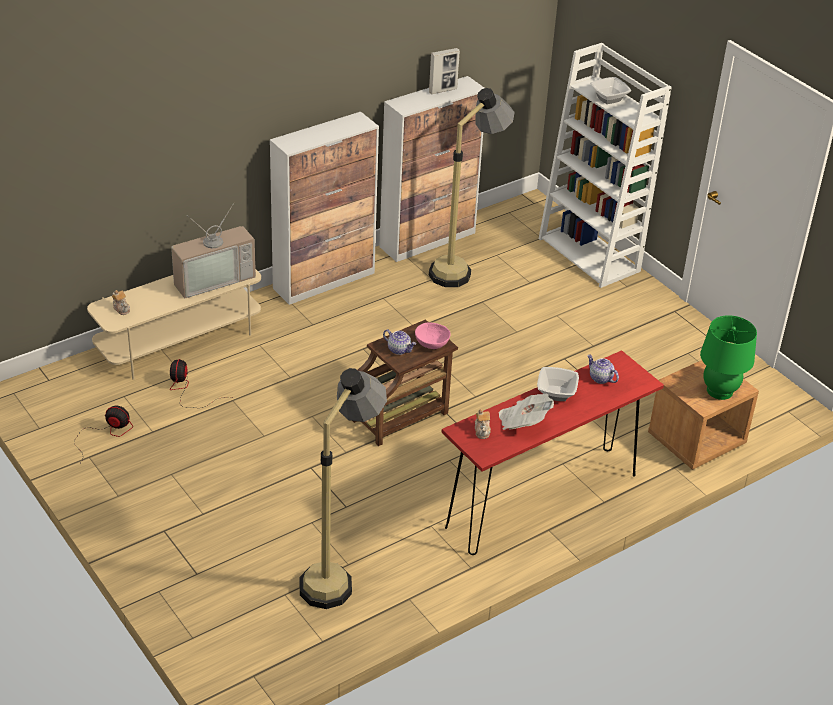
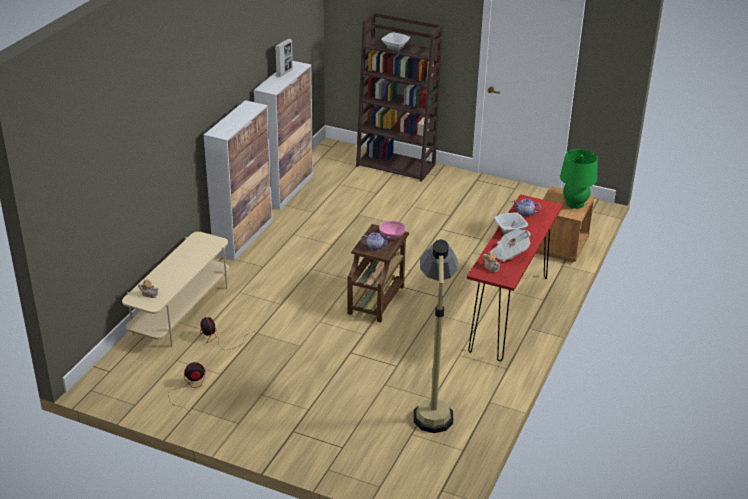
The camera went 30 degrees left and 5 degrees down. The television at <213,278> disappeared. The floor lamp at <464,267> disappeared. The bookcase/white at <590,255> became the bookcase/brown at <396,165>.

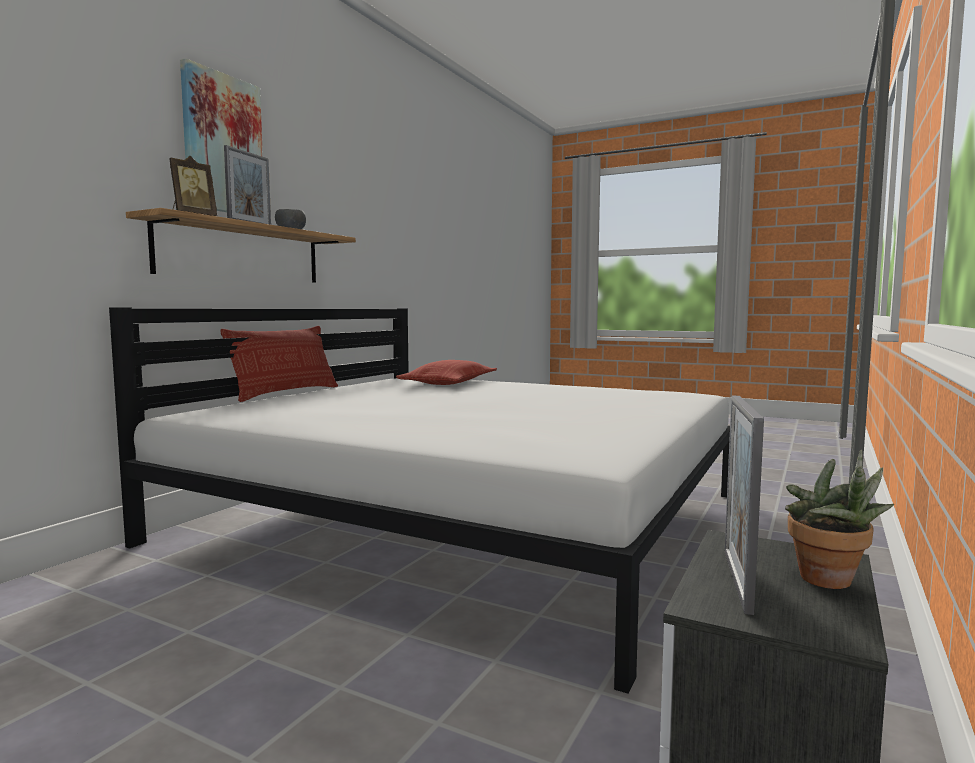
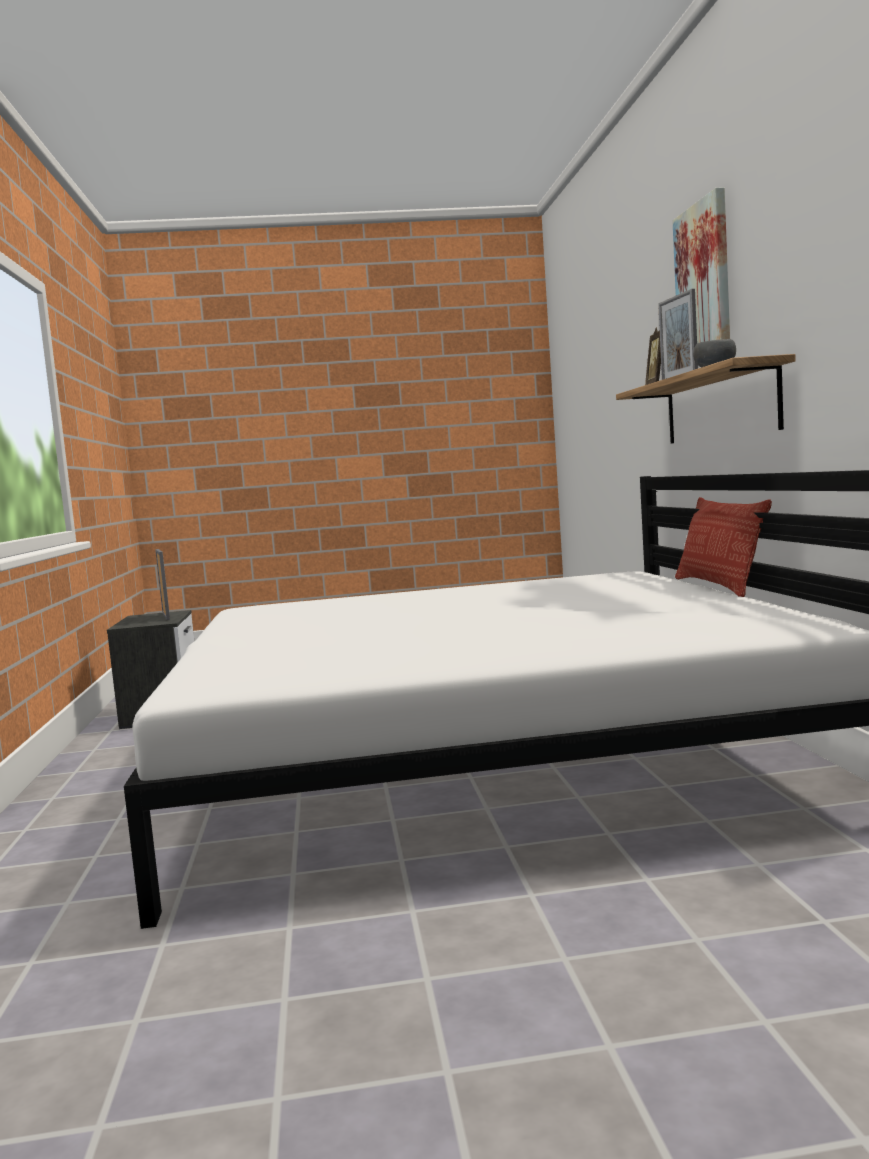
The camera went 145 degrees right and 0 degrees up. The pillow at <449,383> disappeared. The potted plant at <831,582> disappeared.

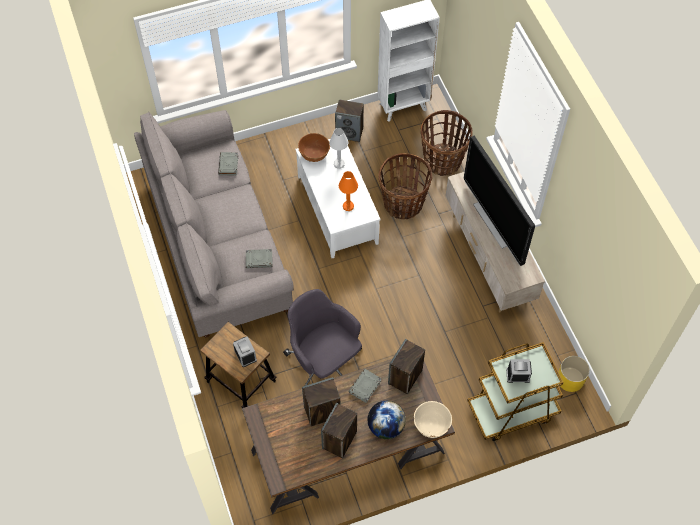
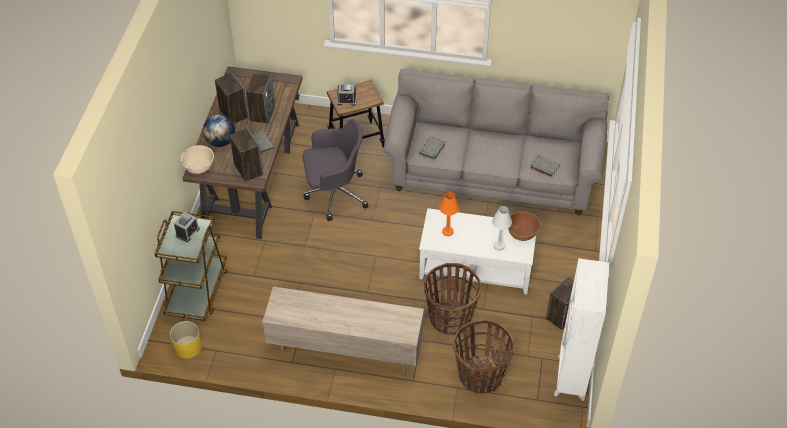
The camera went 120 degrees right and 10 degrees down. The television at <495,223> disappeared.

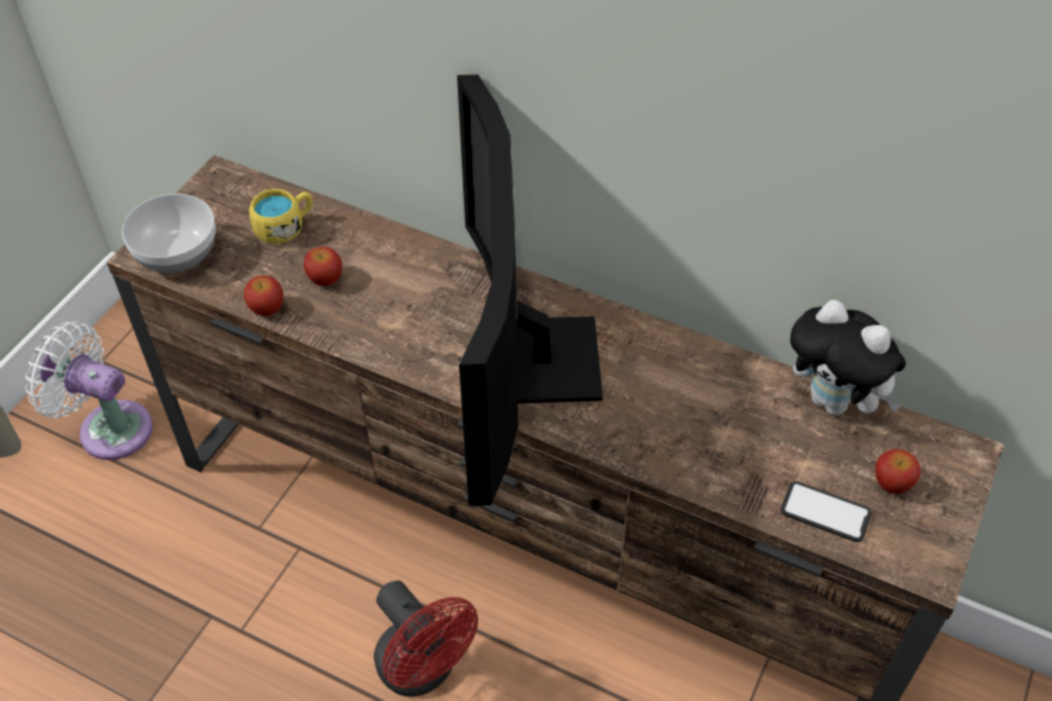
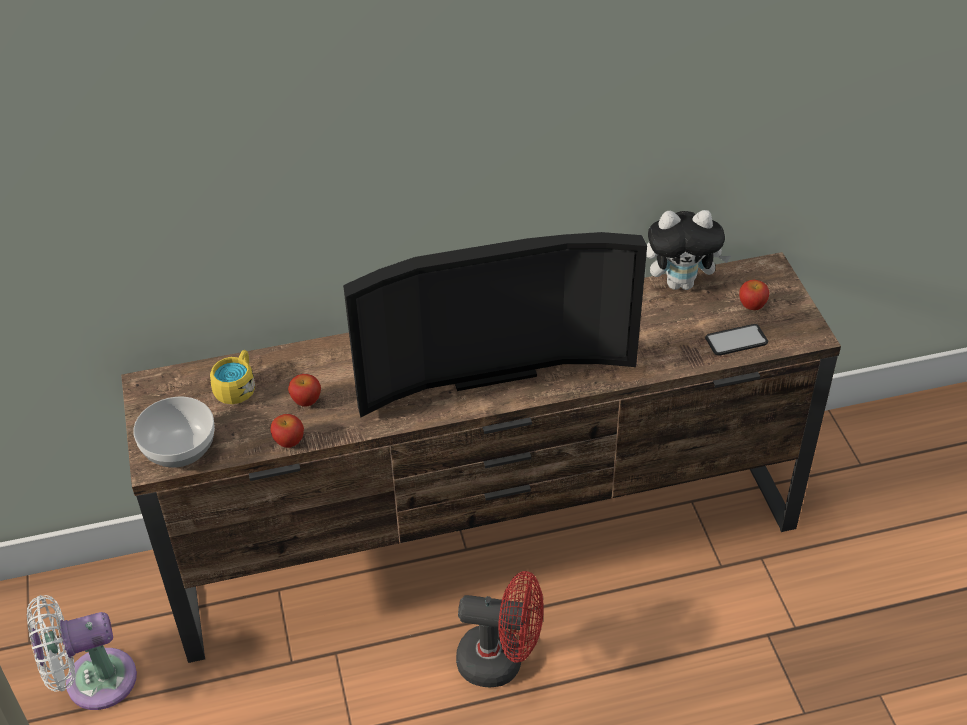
The camera went 40 degrees left and 5 degrees down. The television at <525,359> turned 60 degrees counterclockwise.

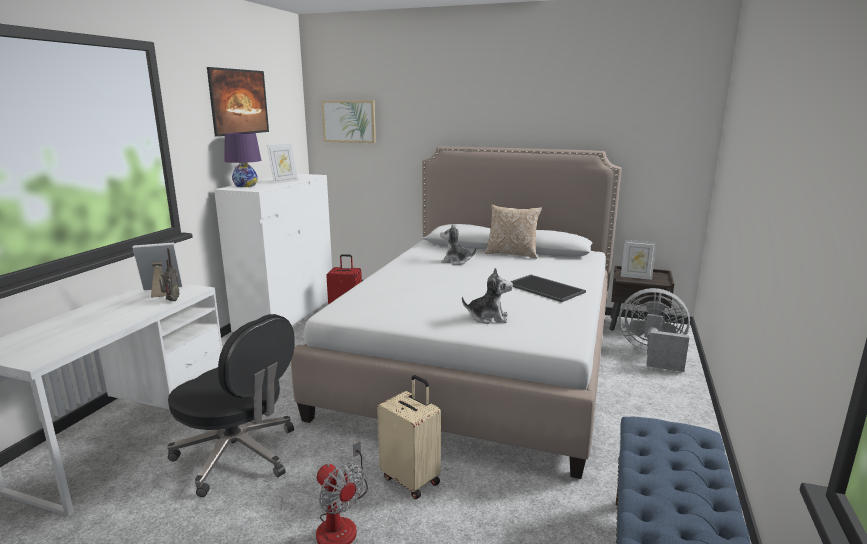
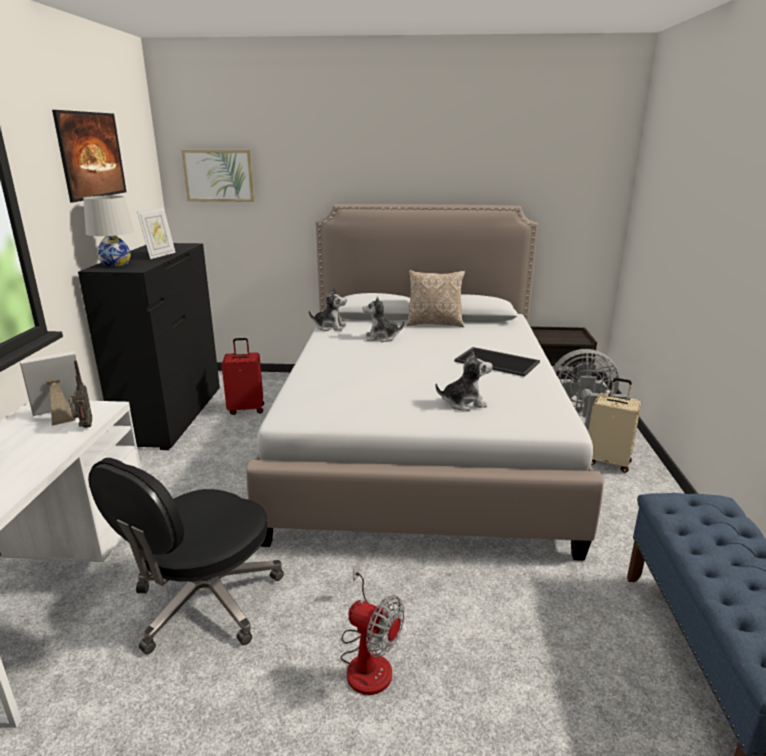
The camera went 15 degrees left and 5 degrees up. The office chair/black at <239,455> turned 105 degrees clockwise. The dresser/white at <286,315> became the dresser/black at <172,416>. The table lamp/purple at <245,185> became the table lamp/white at <115,264>. The suitcase/beige moved from <411,479> to <608,461>. The picture frame at <636,277> disappeared. The plush toy at <330,327> appeared.

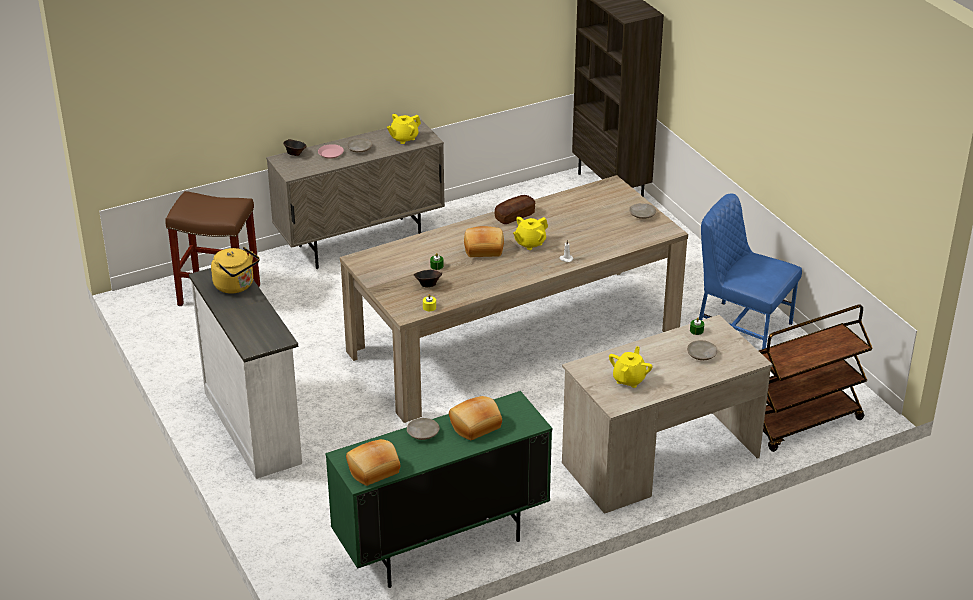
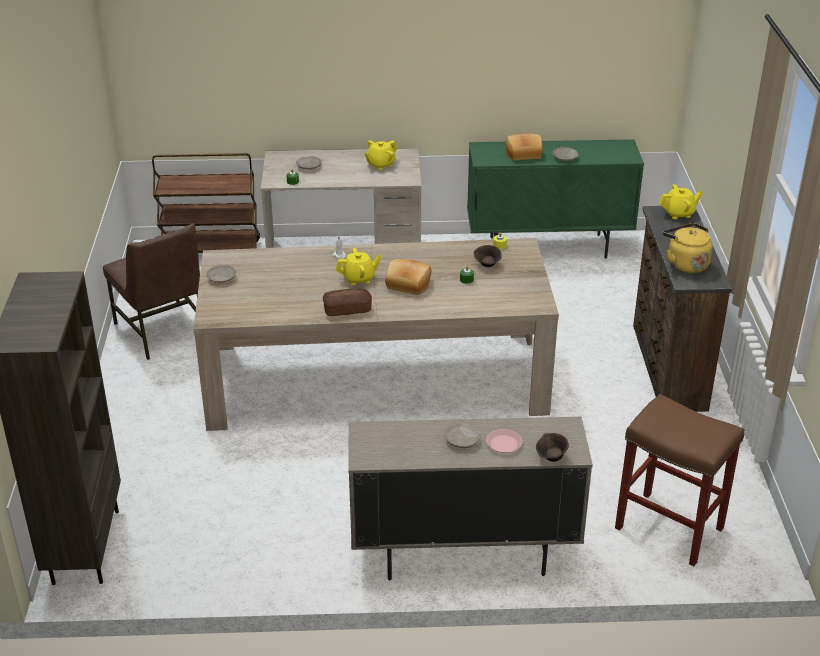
The camera went 155 degrees left and 0 degrees up. The dresser/white at <254,426> became the dresser/brown at <667,367>. The bread at <374,470> disappeared. The teapot/yellow moved from <403,138> to <679,213>. The chair/blue at <741,328> became the chair/brown at <162,331>.

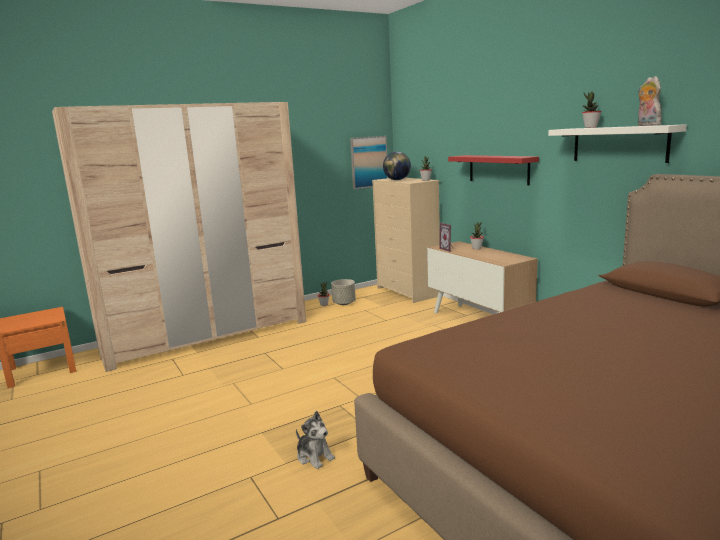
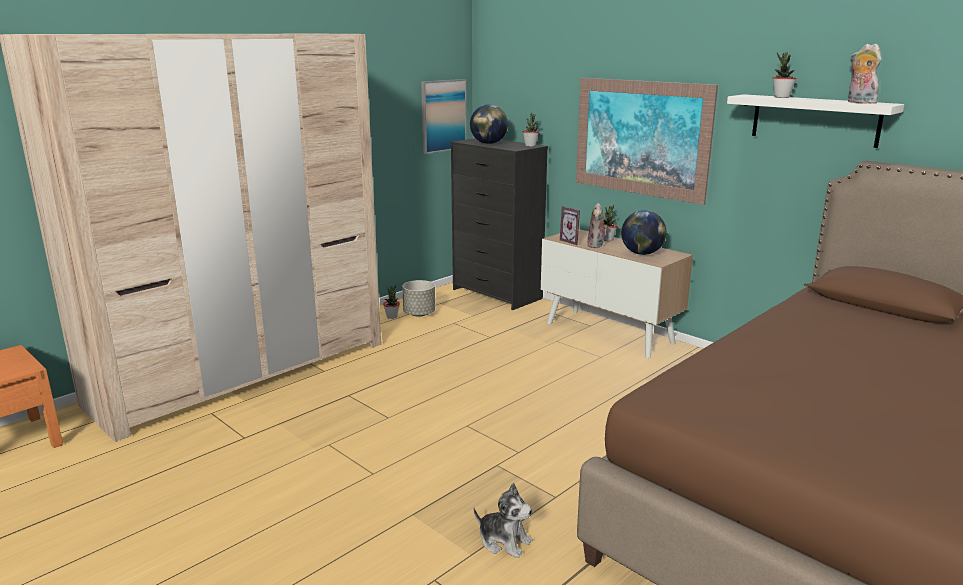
The camera went 15 degrees left and 5 degrees up. The dresser/beige at <408,292> became the dresser/black at <497,294>. The shelf/red at <498,169> was replaced by the picture at <641,138>. The plush toy at <596,246> appeared. The globe at <642,253> appeared.

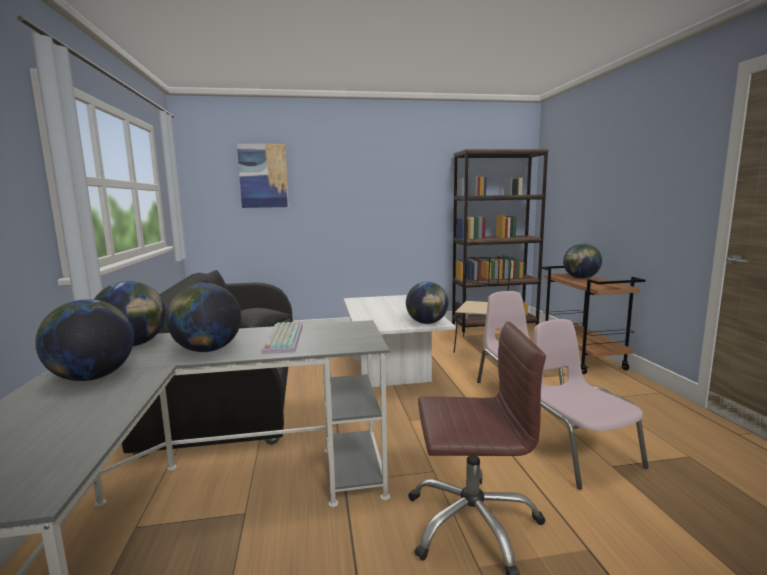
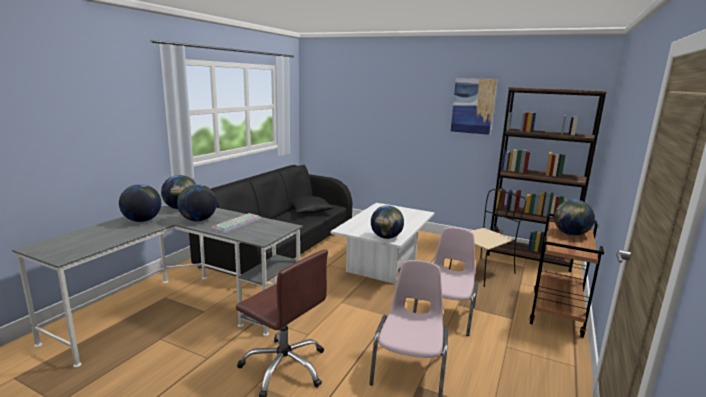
The camera went 35 degrees right and 5 degrees up. The picture moved from <263,176> to <473,106>.

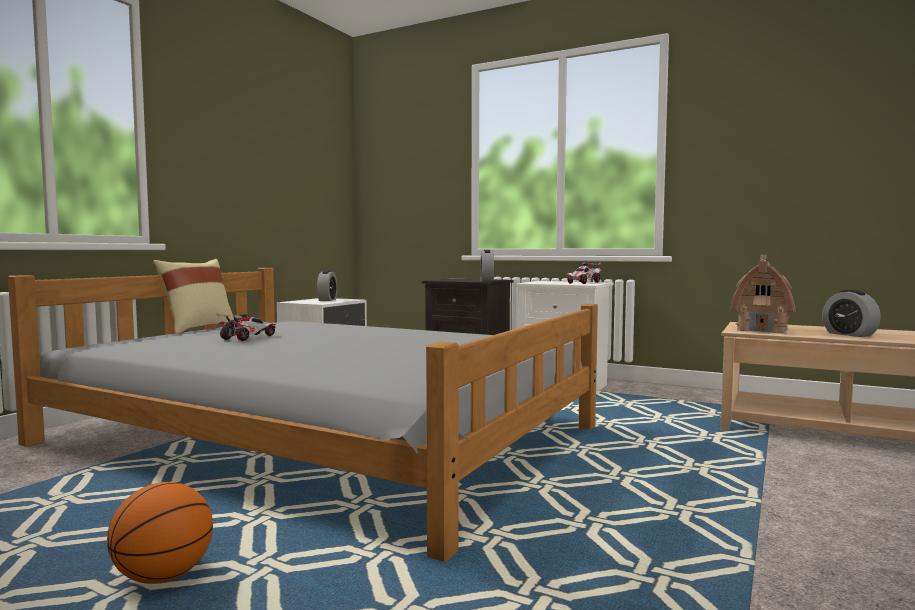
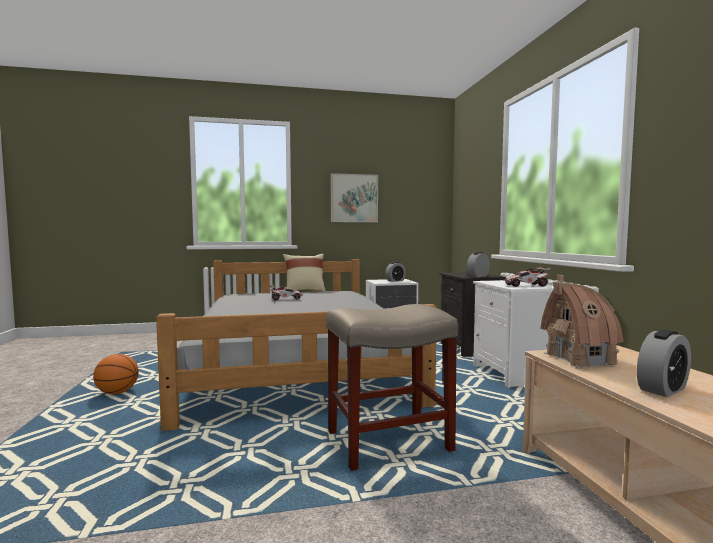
The camera went 50 degrees right and 0 degrees up. The alarm clock at <849,334> turned 150 degrees counterclockwise. The stool/beige at <387,441> appeared. The picture at <354,198> appeared.

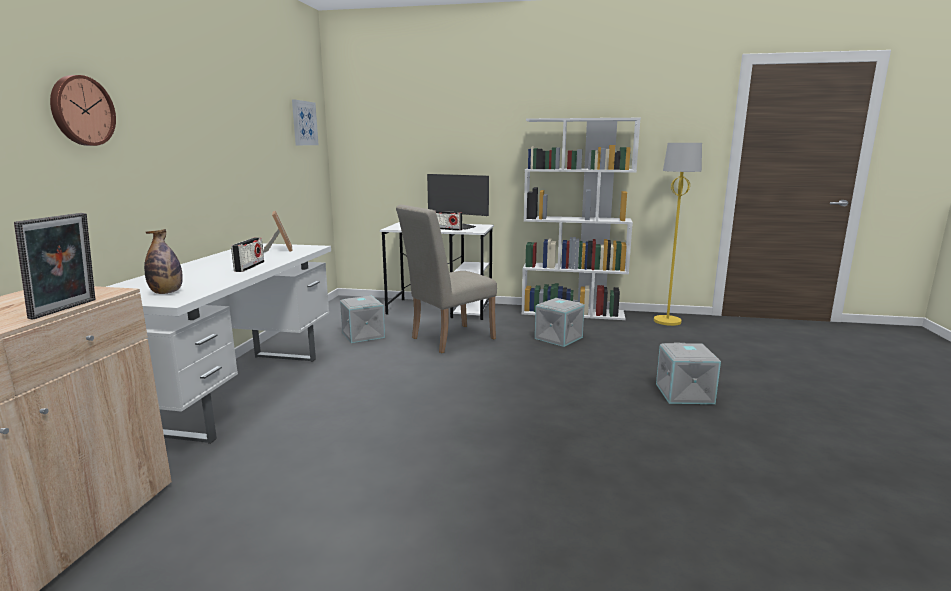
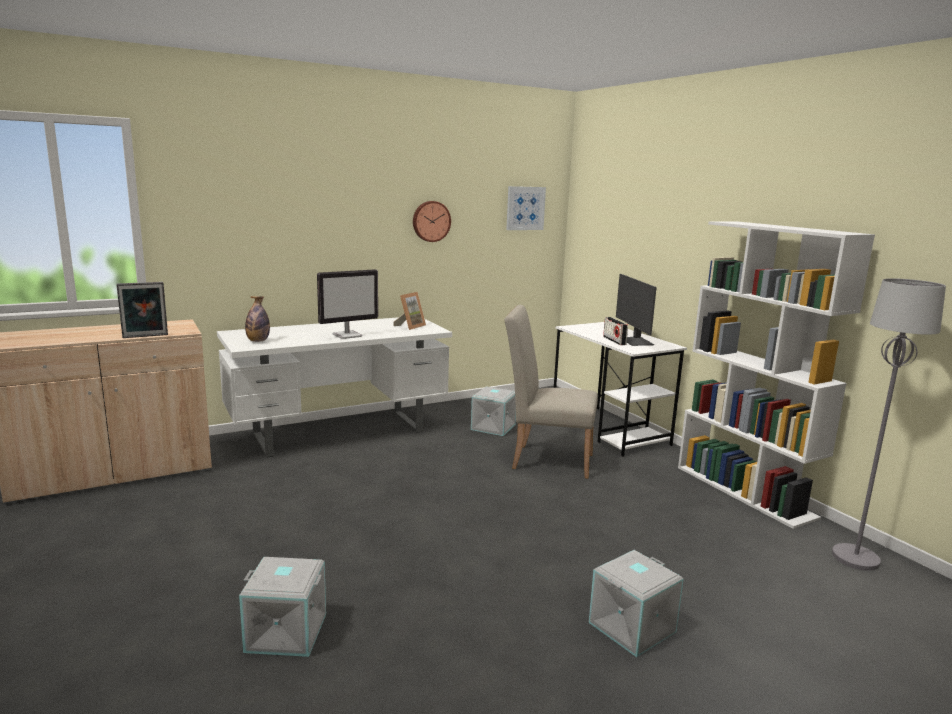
The camera went 50 degrees right and 0 degrees up. The wall clock moved from <81,111> to <431,221>. The radio at <249,267> was replaced by the monitor at <347,335>. The storage box/grey moved from <558,338> to <287,631>. The floor lamp/yellow at <667,321> became the floor lamp/grey at <856,558>.

